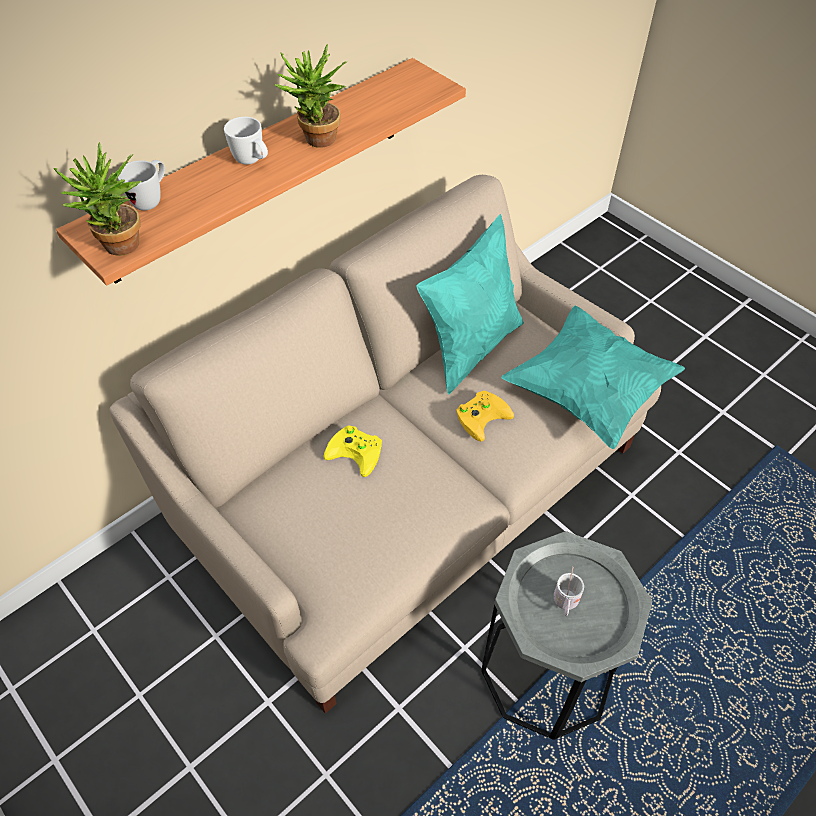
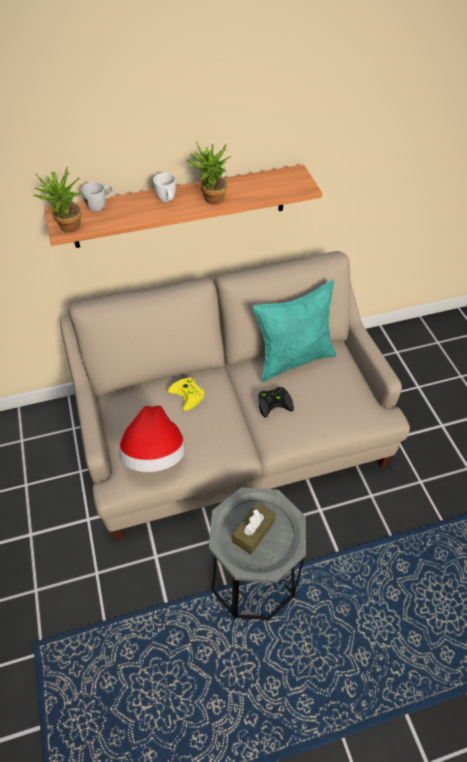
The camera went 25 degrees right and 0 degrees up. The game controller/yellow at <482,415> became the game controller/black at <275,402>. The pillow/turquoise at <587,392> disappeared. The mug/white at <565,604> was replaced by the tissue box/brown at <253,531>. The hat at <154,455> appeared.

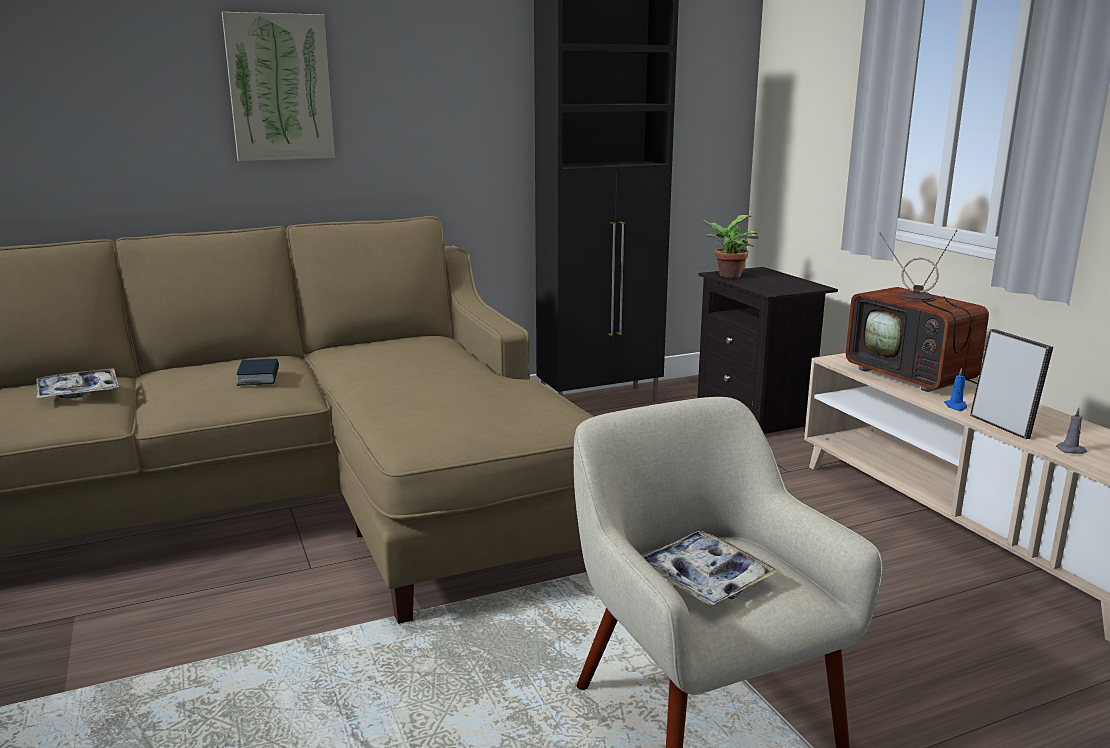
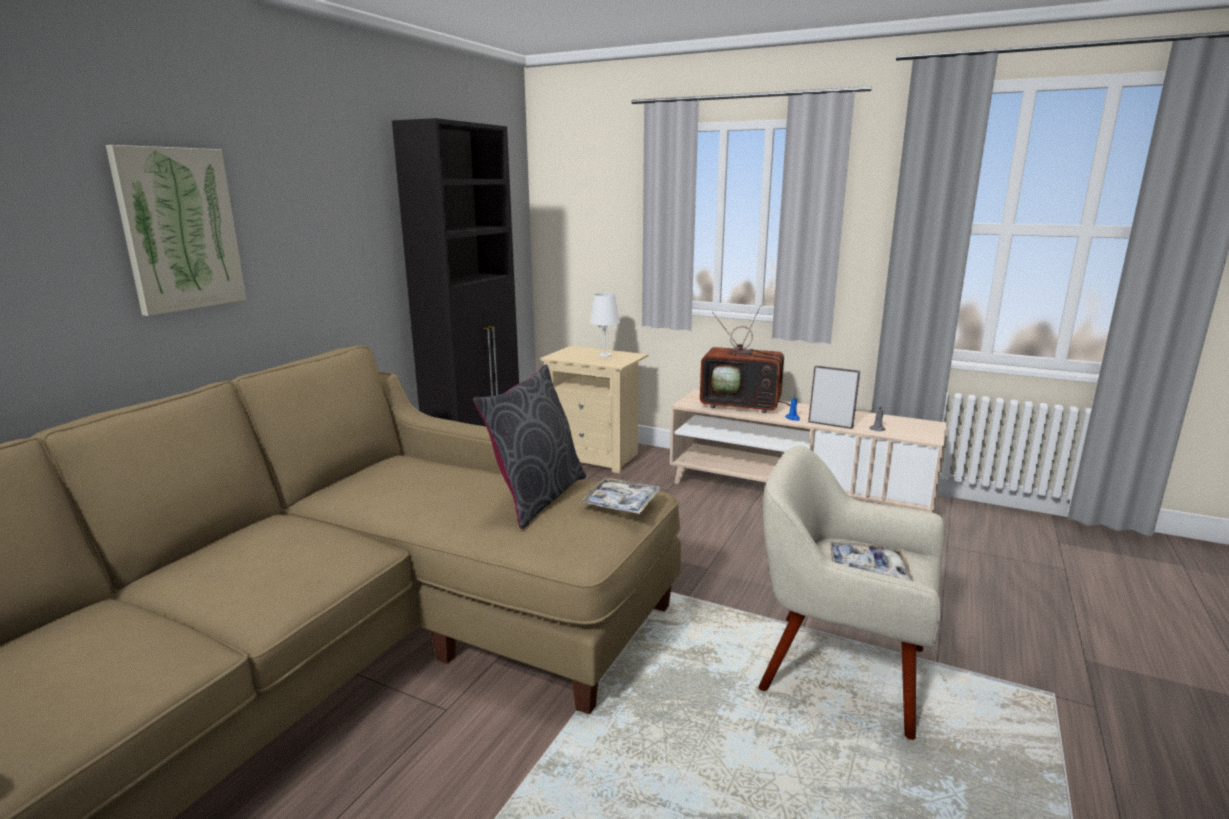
The camera went 40 degrees left and 0 degrees up. The tray moved from <78,392> to <621,503>. The book at <259,377> disappeared. The nightstand/black at <756,415> became the nightstand/beige at <596,457>. The potted plant at <727,276> disappeared. The pillow/grey at <537,498> appeared. The table lamp/white at <605,355> appeared.

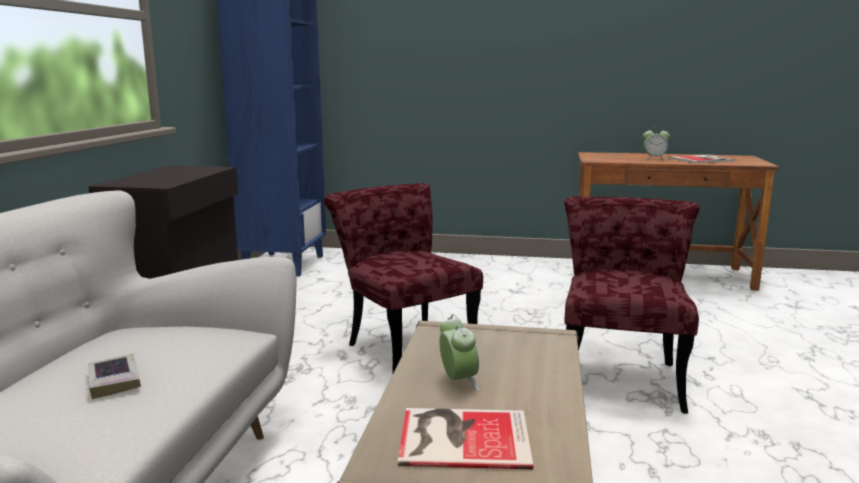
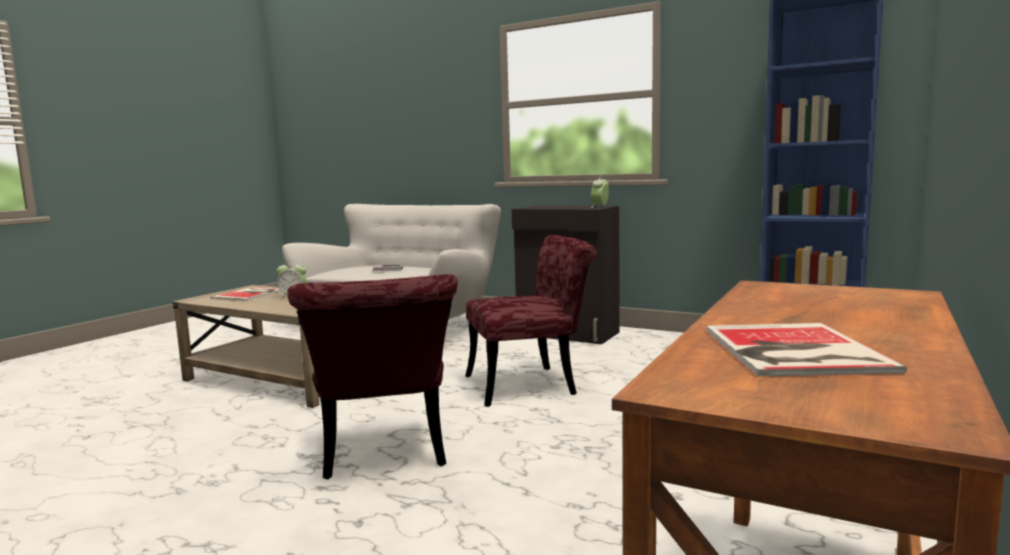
The camera went 110 degrees right and 5 degrees down. The chair/red at <621,374> turned 45 degrees clockwise. The alarm clock moved from <654,159> to <600,207>.

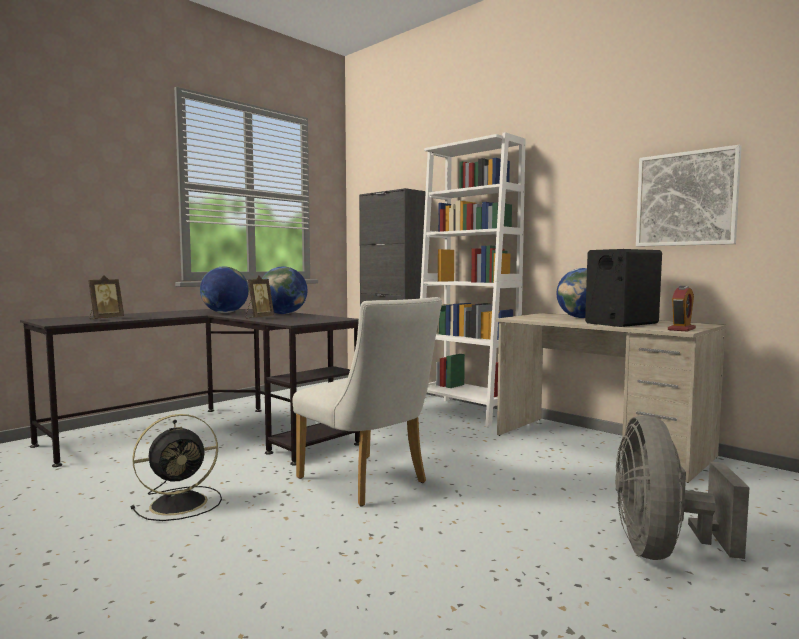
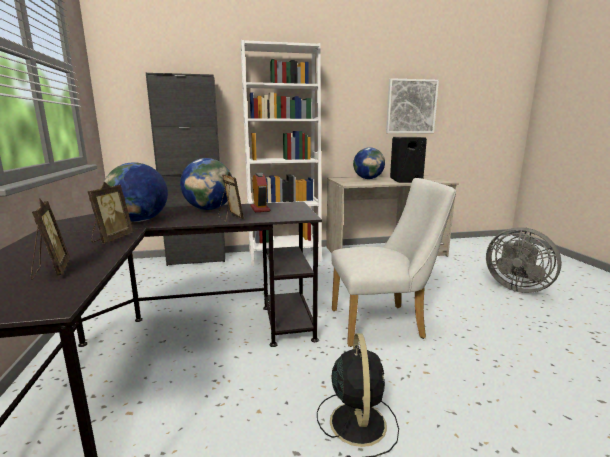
The camera went 55 degrees left and 10 degrees up. The alarm clock moved from <681,329> to <260,209>. The picture frame at <111,239> appeared.

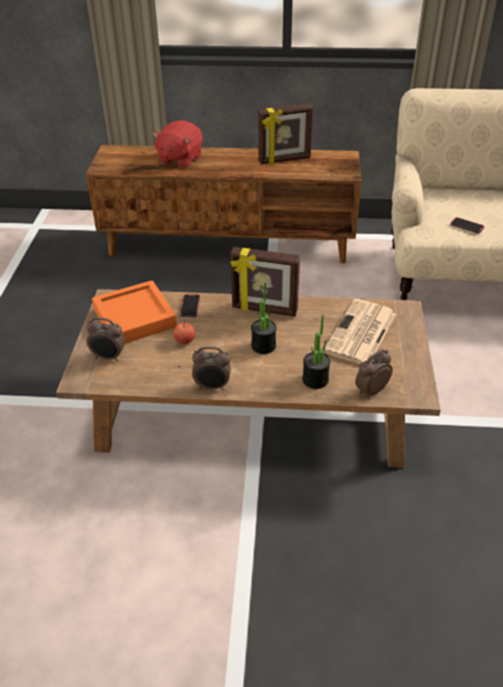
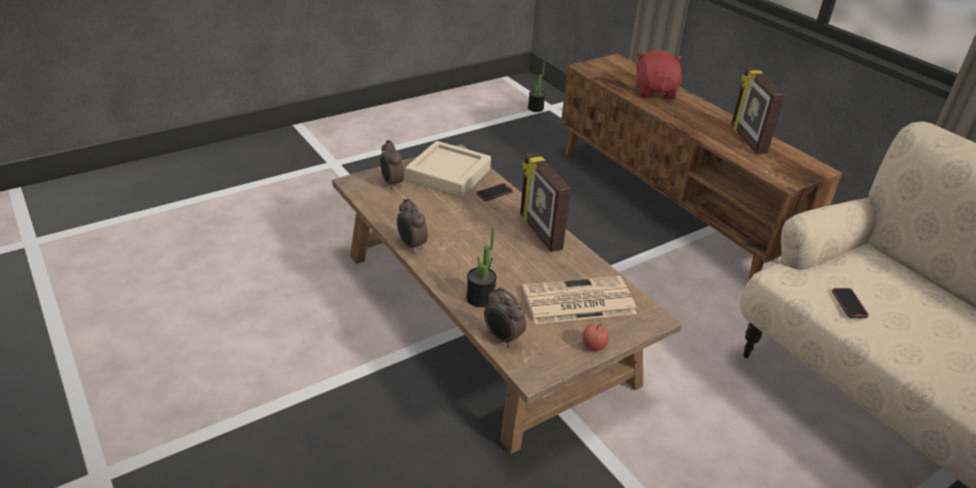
The camera went 50 degrees right and 5 degrees down. The tray/orange at <135,318> became the tray/beige at <448,175>. The plush toy/red at <179,159> turned 105 degrees clockwise. The apple moved from <185,340> to <594,345>. The potted plant moved from <263,346> to <535,108>. The picture frame at <284,160> turned 45 degrees clockwise. The alarm clock at <370,391> turned 150 degrees counterclockwise.

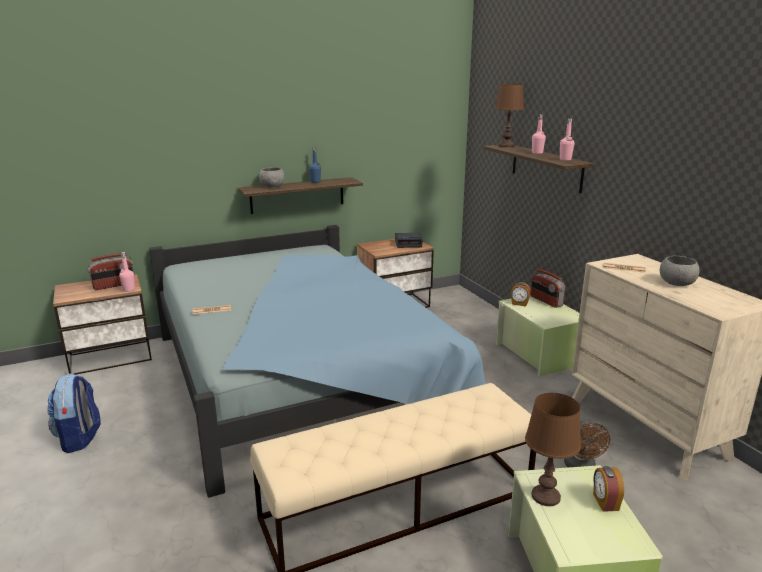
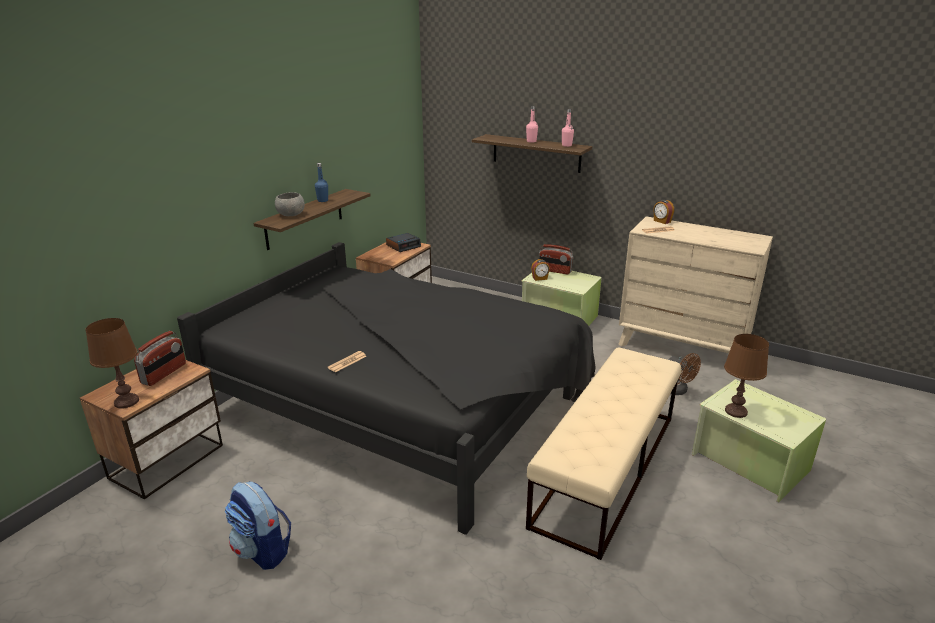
The camera went 35 degrees left and 5 degrees up. The bottle/pink at <129,290> disappeared. The bed/blue at <303,378> became the bed/black at <406,403>. The table lamp/brown moved from <506,146> to <127,402>. The alarm clock moved from <605,502> to <662,221>. The bowl/grey at <676,283> disappeared.

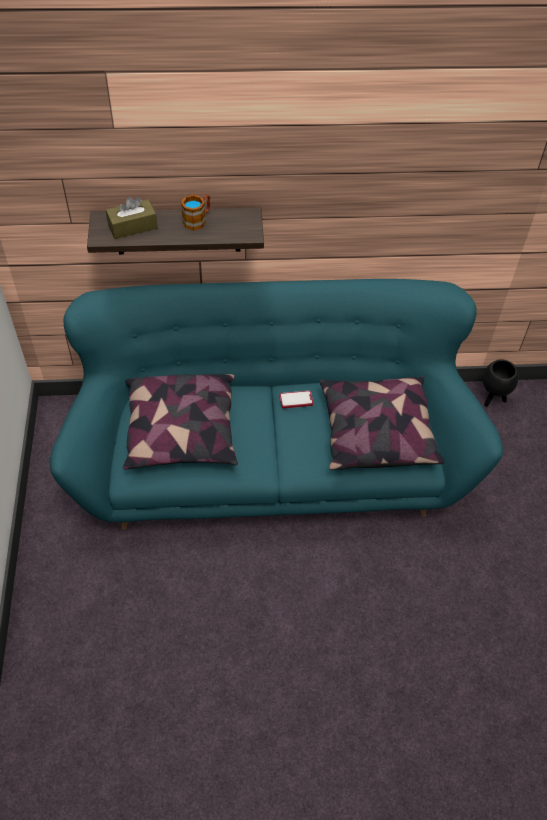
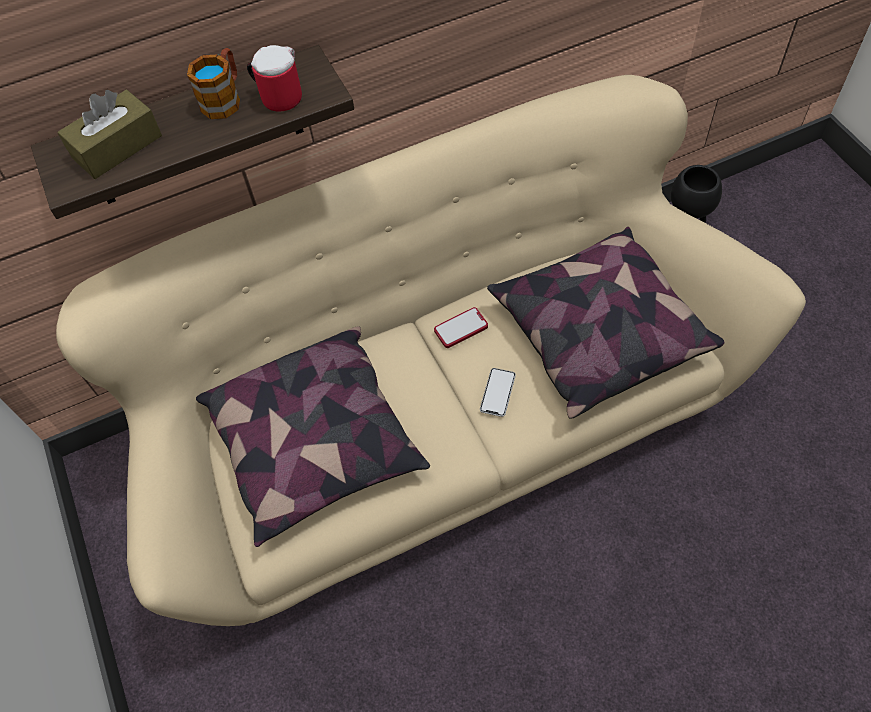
The camera went 15 degrees left and 5 degrees up. The sofa/turquoise at <271,462> became the sofa/beige at <442,425>. The mug at <278,96> appeared. The phone at <497,392> appeared.

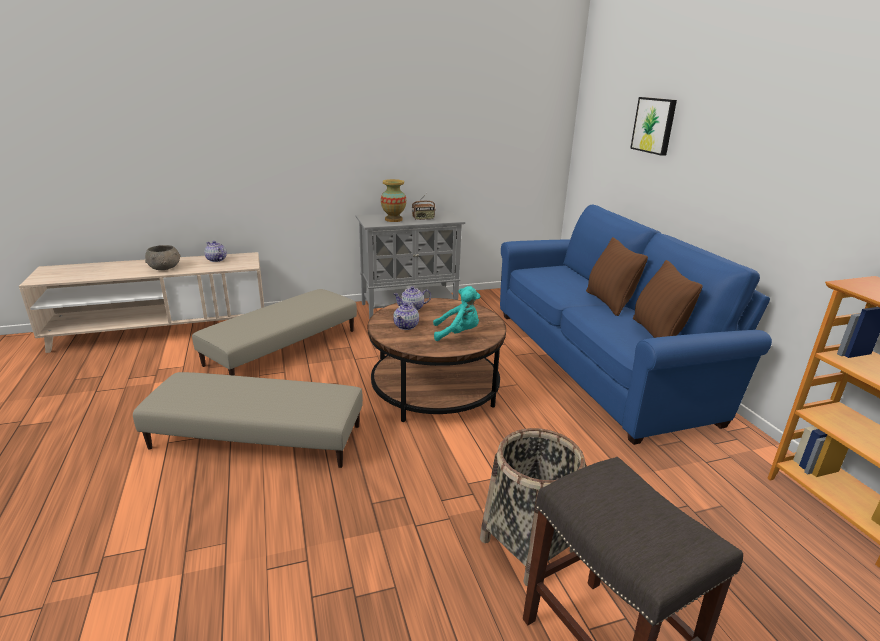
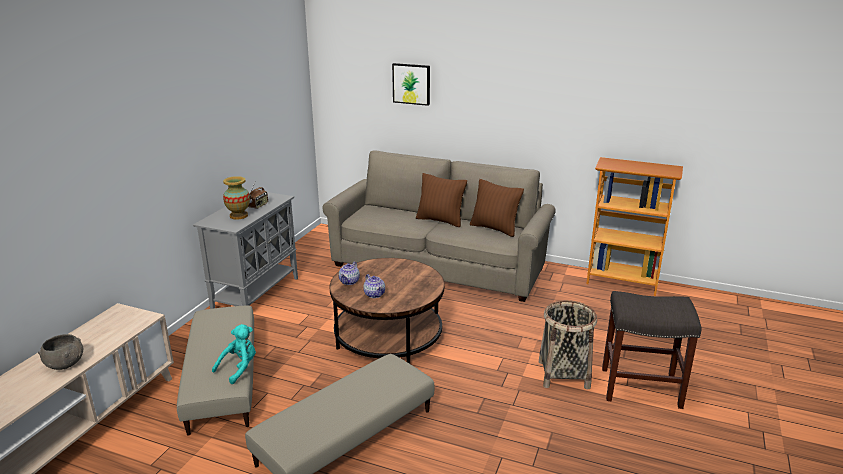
The camera went 50 degrees left and 0 degrees up. The teapot at <216,260> disappeared. The plush toy/turquoise moved from <458,333> to <239,368>. The sofa/blue at <601,361> became the sofa/beige at <440,265>.

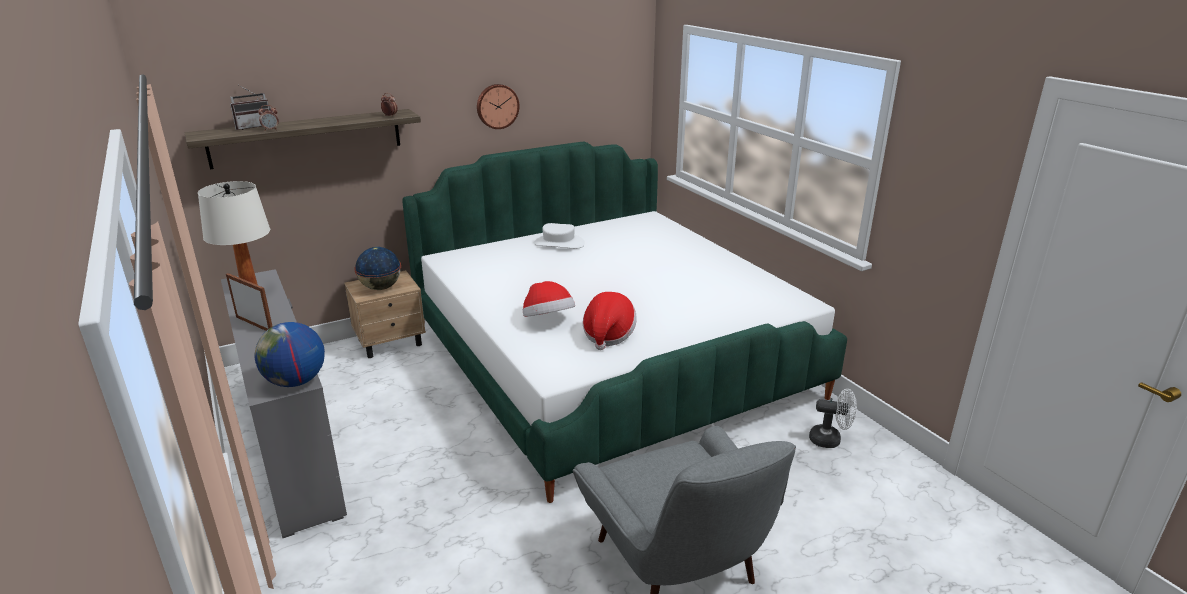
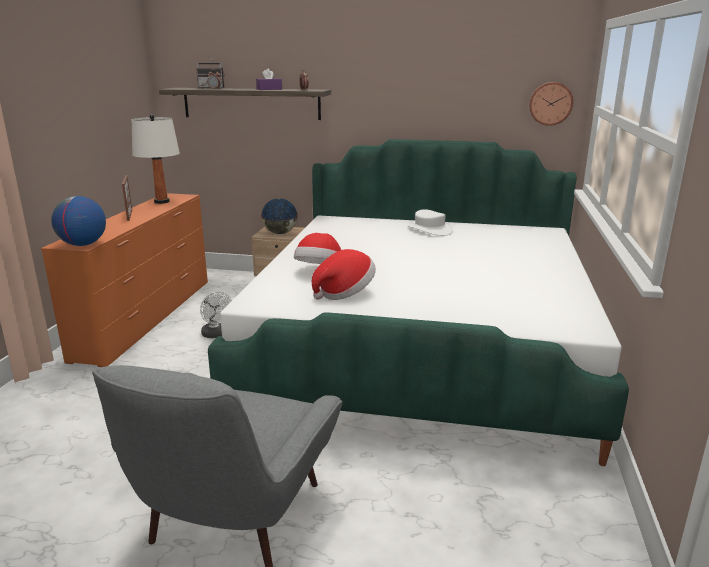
The camera went 40 degrees right and 5 degrees down. The dresser/grey at <292,444> became the dresser/orange at <147,317>. The wall clock moved from <497,106> to <550,103>. The fan/white moved from <830,440> to <216,335>. The tissue box/purple at <269,89> appeared.

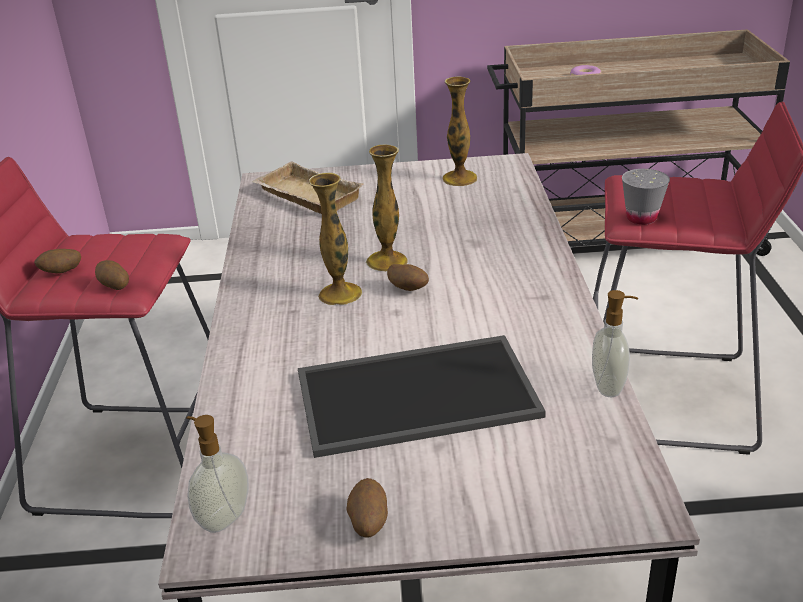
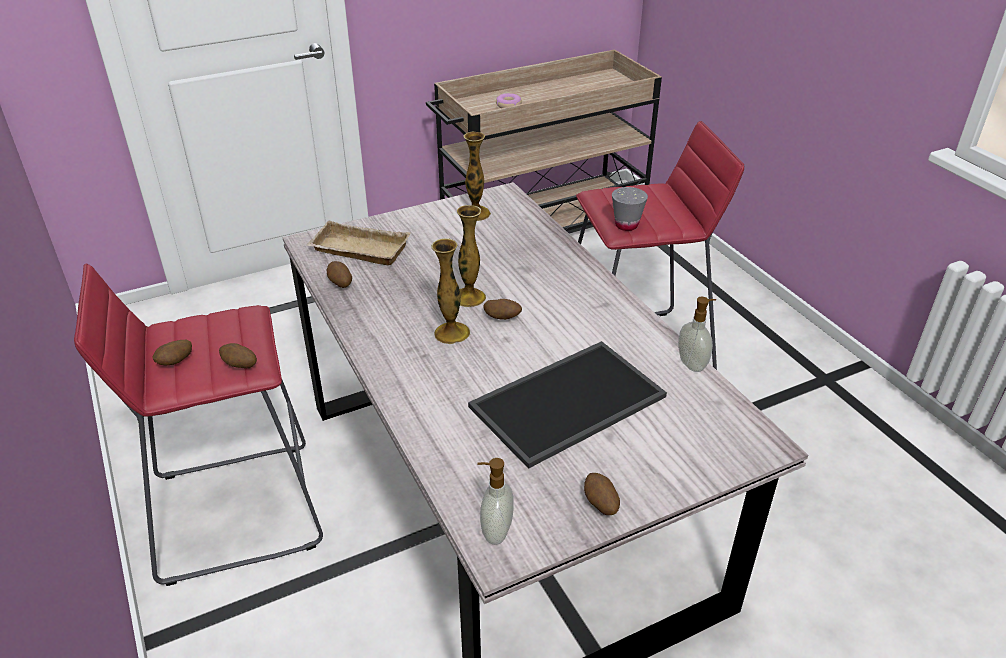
The camera went 25 degrees left and 5 degrees up. The potato at <340,283> appeared.

